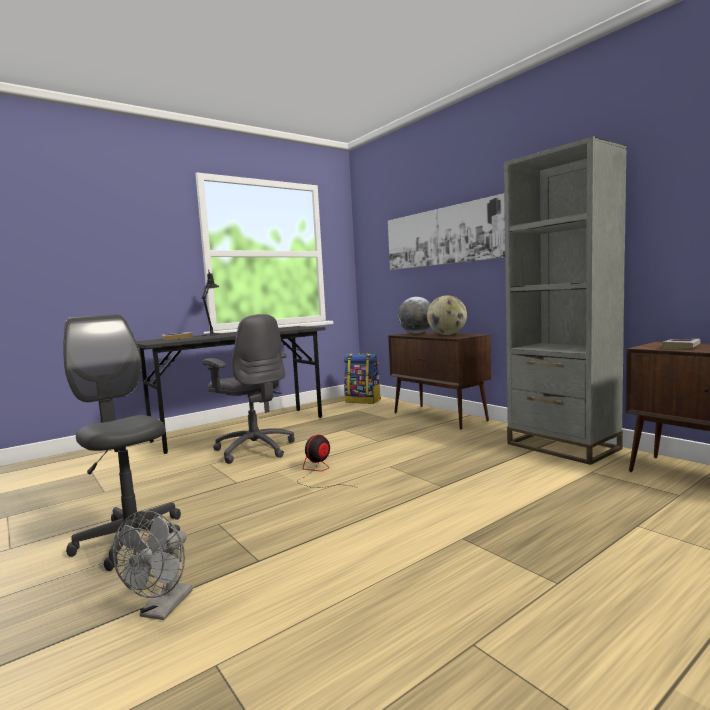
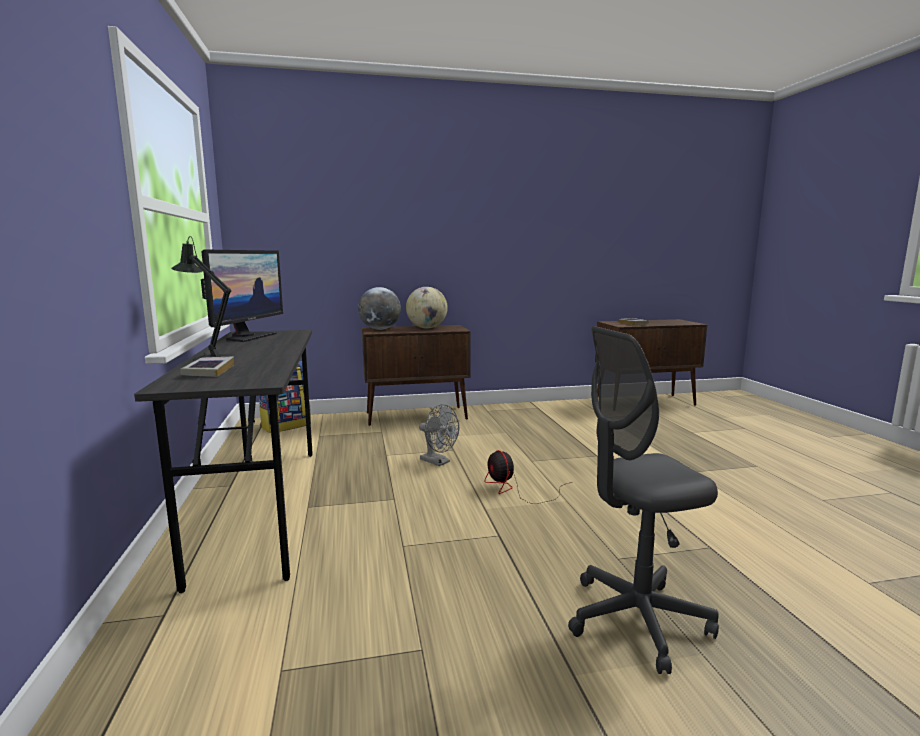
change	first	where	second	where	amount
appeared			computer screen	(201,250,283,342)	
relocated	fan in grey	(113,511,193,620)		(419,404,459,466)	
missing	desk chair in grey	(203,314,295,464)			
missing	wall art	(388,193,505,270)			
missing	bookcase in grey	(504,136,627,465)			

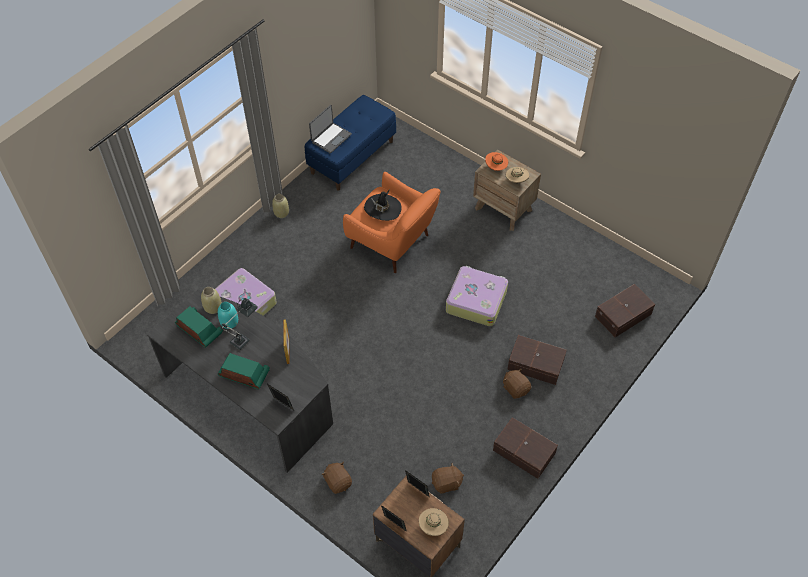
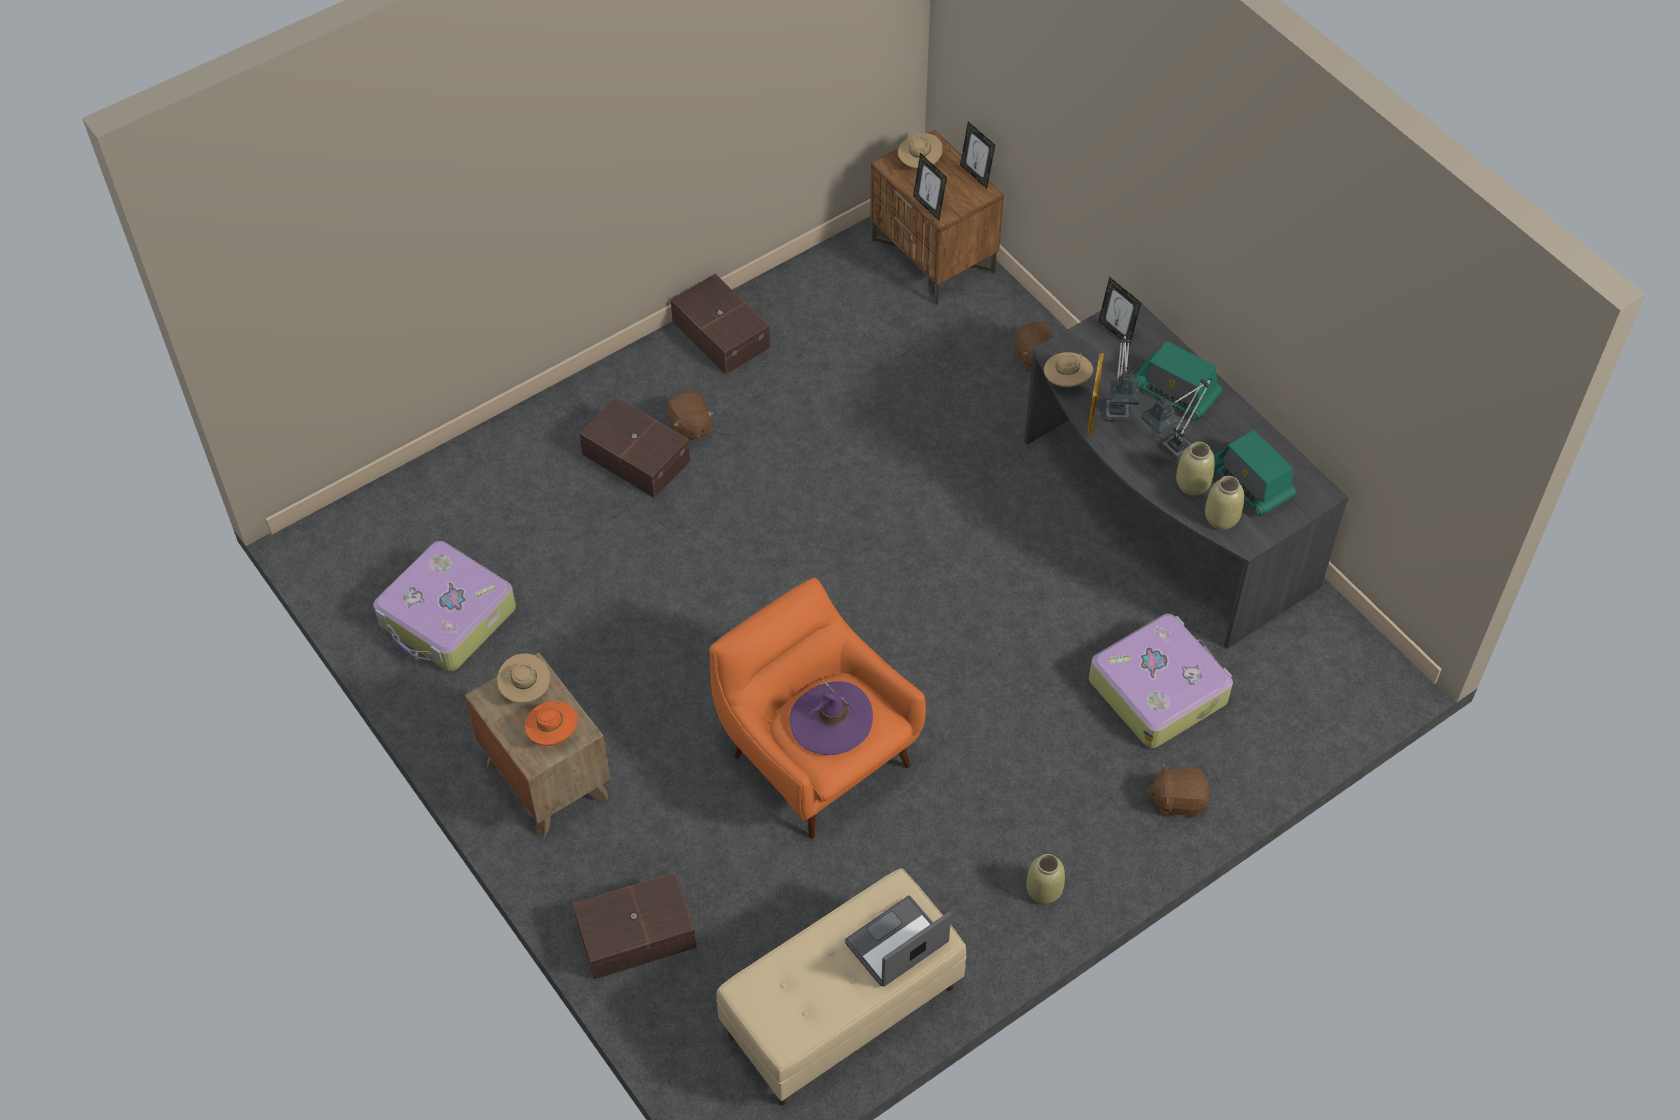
change	first	where	second	where	amount
relocated	piece of luggage	(446,266,508,326)		(373,541,516,671)	
relocated	storage bin in brown-coloured	(595,284,655,337)		(572,872,697,979)	
colour	bench in bluish	(305,95,396,191)	bench in beige-coloured	(716,868,967,1106)	
colour	hat in black	(364,189,402,221)	hat in purple	(790,680,873,755)	
appeared			hat in beige-coloured	(1044,352,1093,387)	
appeared			table lamp	(1104,334,1140,422)	
relocated	soft toy in brown-coloured	(432,462,464,494)		(1147,763,1210,817)	
colour	flower vase in turquoise-coloured	(218,302,238,329)	flower vase in beige-coloured	(1176,442,1215,496)	

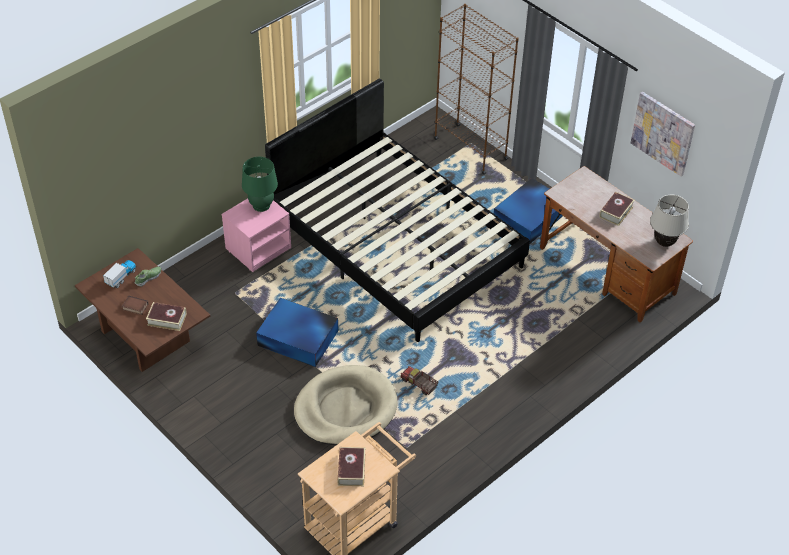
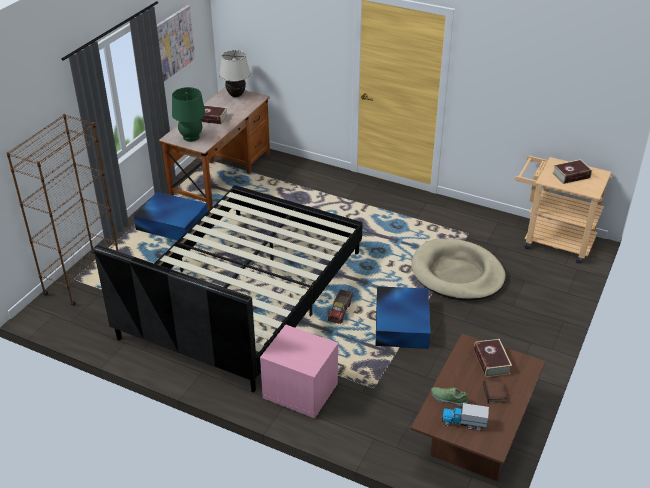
change	first	where	second	where	amount
relocated	table lamp in green-coloured	(242,157,278,212)		(172,87,205,142)	
relocated	model truck	(400,366,438,395)		(328,289,352,324)	

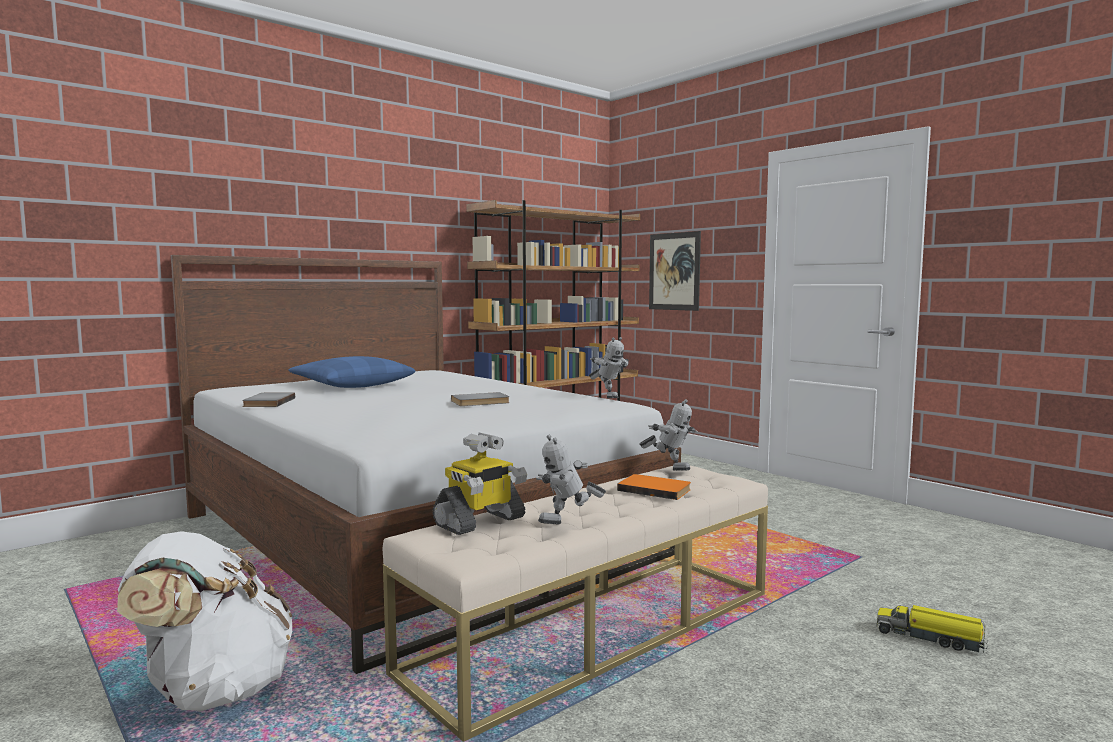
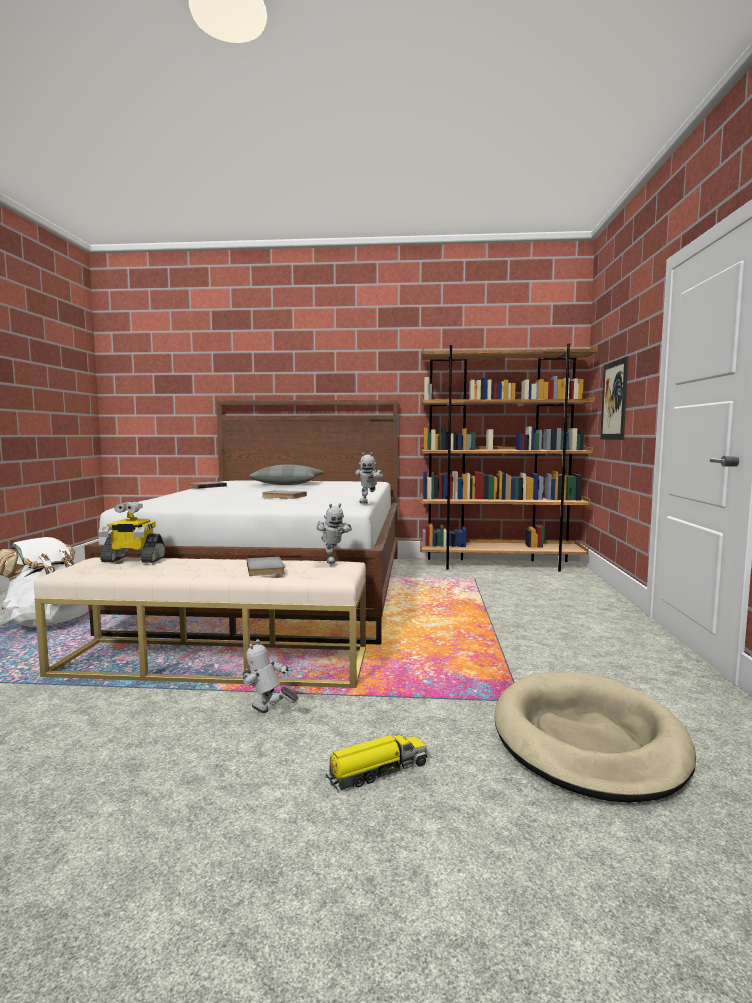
change	first	where	second	where	amount
relocated	toy robot	(536,435,606,524)		(242,639,298,713)	
colour	book in orange	(617,474,691,500)	book in grey	(247,557,285,576)	
colour	throw pillow in bluish	(288,356,416,388)	throw pillow in grey	(249,465,324,485)	
spun	model truck	(877,605,986,652)		(326,733,427,790)	75 degrees clockwise
appeared			dog bed in beige-coloured	(494,672,696,803)	

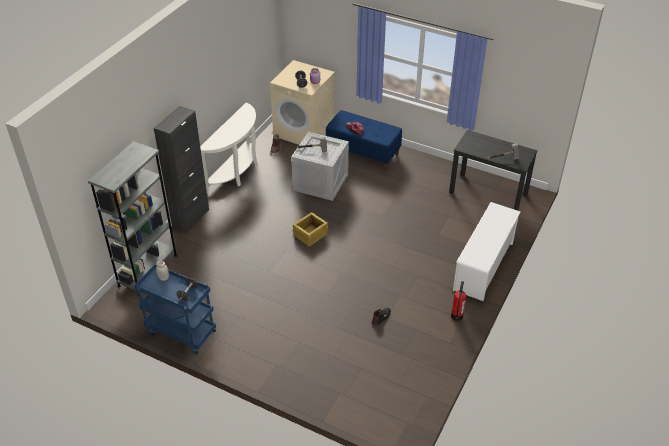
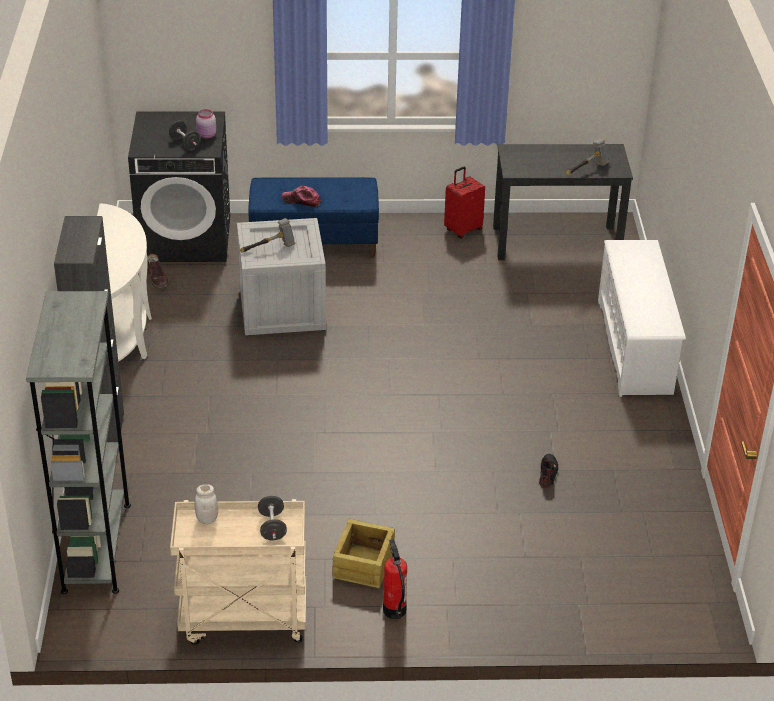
change	first	where	second	where	amount
colour	laundry machine in beige-coloured	(270,60,335,145)	laundry machine in black	(128,112,230,262)	
colour	cart in bluish	(134,264,216,355)	cart in beige-coloured	(170,499,306,645)	
relocated	packing crate	(293,212,328,247)		(332,518,395,588)	
relocated	fire extinguisher	(451,281,466,321)		(383,539,407,619)	
appeared			piece of luggage in reddish	(444,167,485,239)	

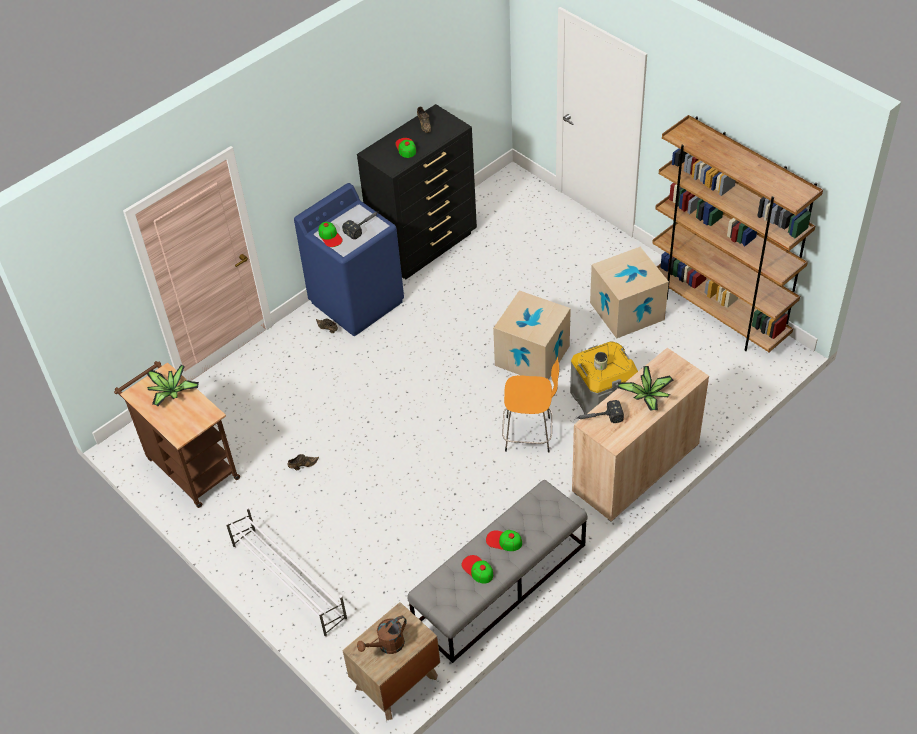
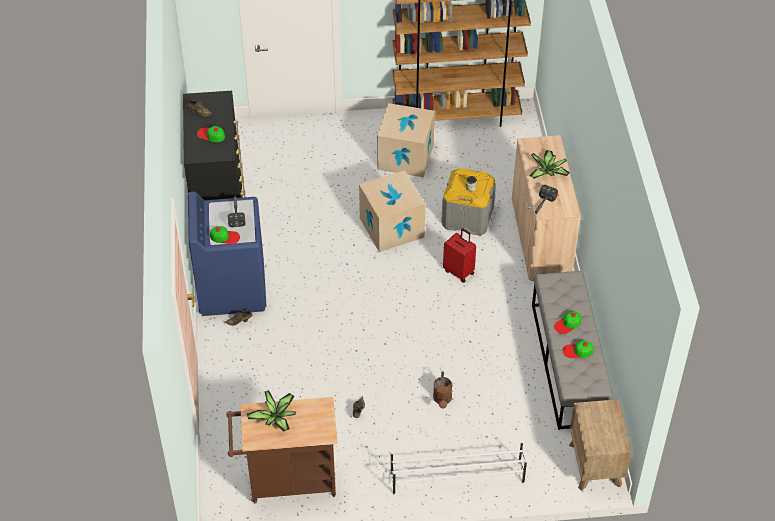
change	first	where	second	where	amount
relocated	watering pot in brown-coloured	(357,616,407,654)		(433,372,452,408)	
exchanged	stool seat in orange	(502,357,559,452)	piece of luggage in reddish	(443,228,476,283)	

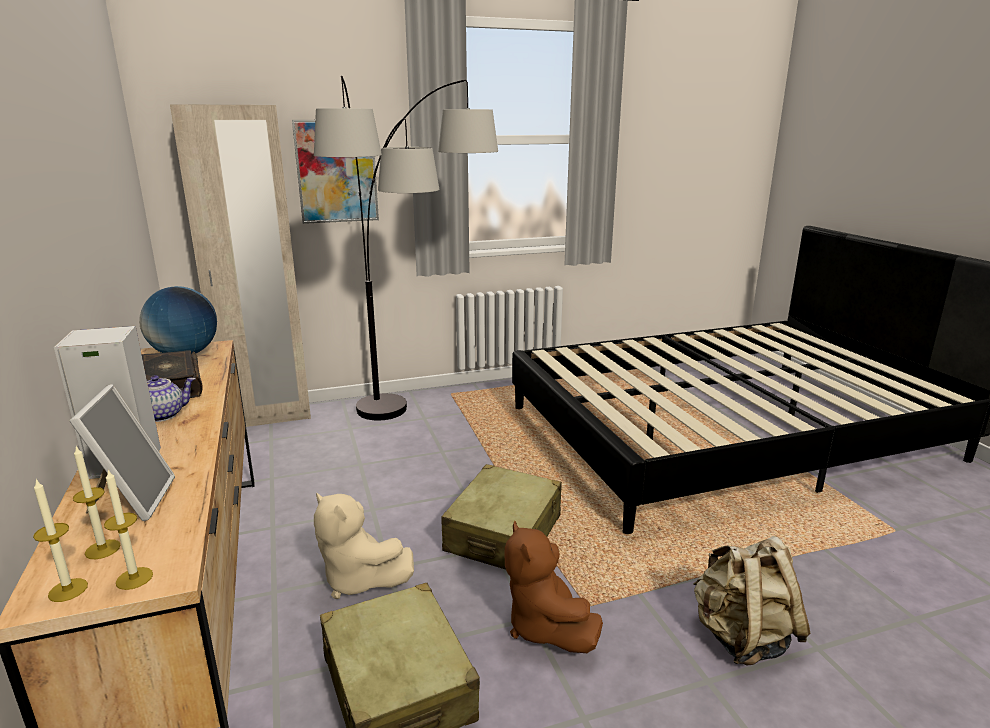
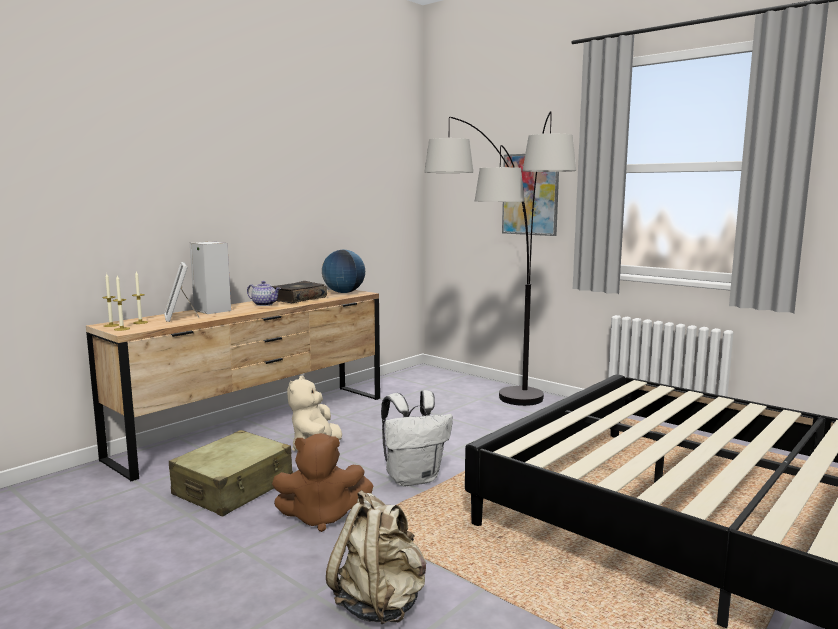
change	first	where	second	where	amount
spun	standing frame	(70,384,175,521)		(164,262,199,322)	105 degrees clockwise
spun	soft toy in brown-coloured	(504,521,603,653)		(272,433,373,532)	135 degrees counterclockwise
exchanged	piece of luggage in beige-coloured	(441,464,562,570)	rucksack in white	(381,390,453,487)	
missing	armoire in beige-coloured	(170,104,311,427)			

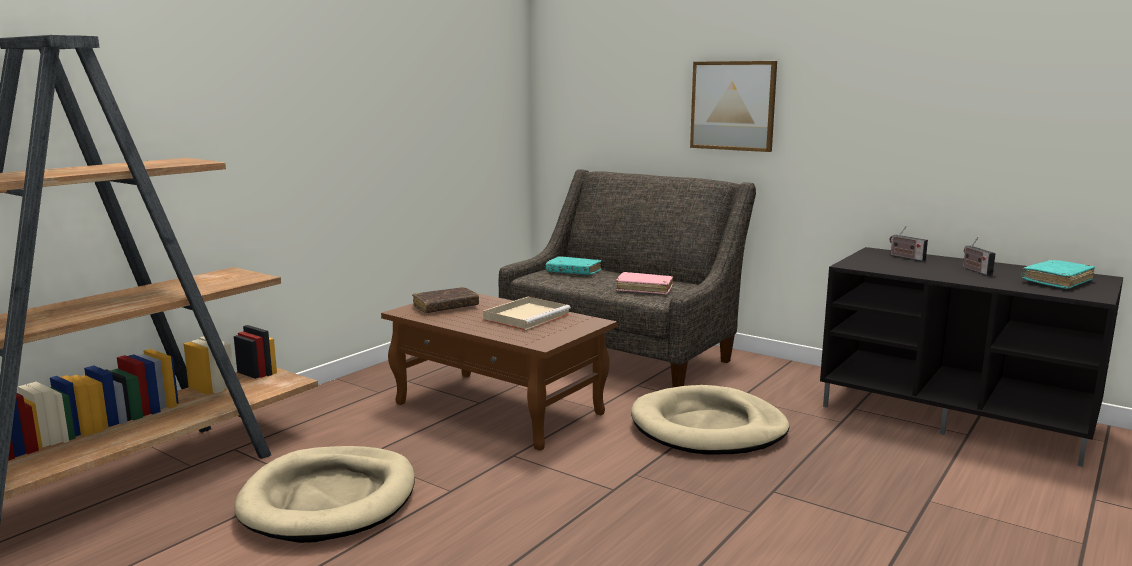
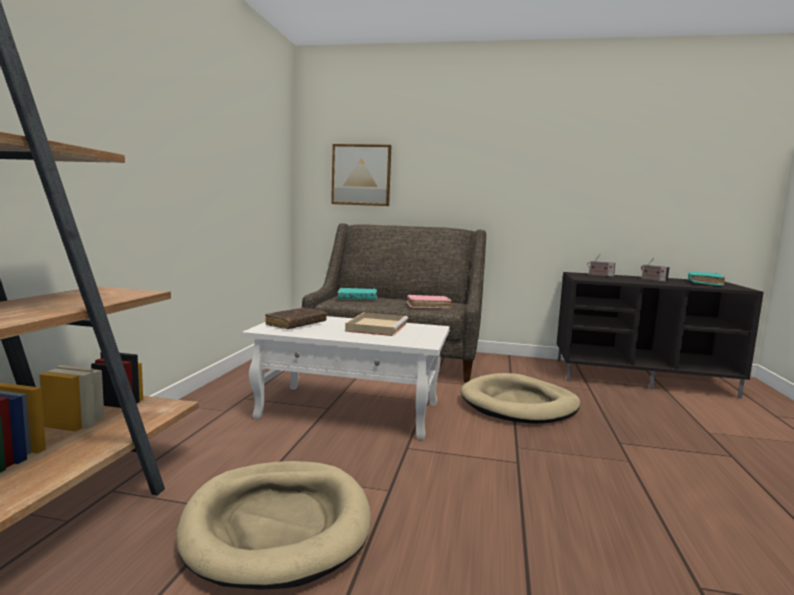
change	first	where	second	where	amount
colour	low table in brown-coloured	(381,293,617,451)	low table in white	(242,316,450,440)	
relocated	wall art	(690,61,777,152)		(331,144,392,206)	

